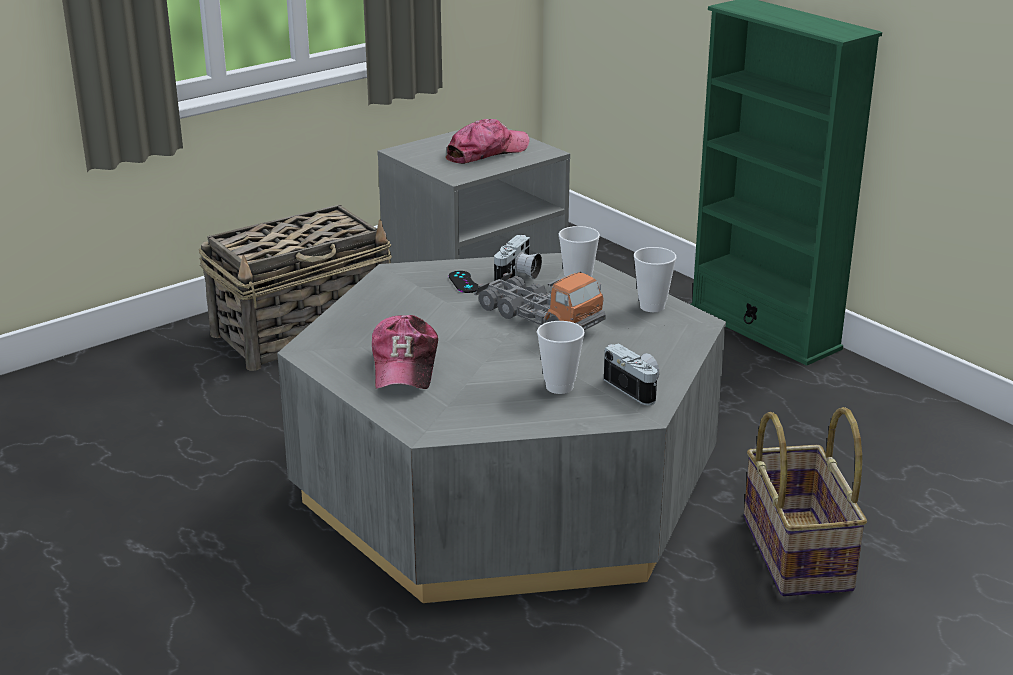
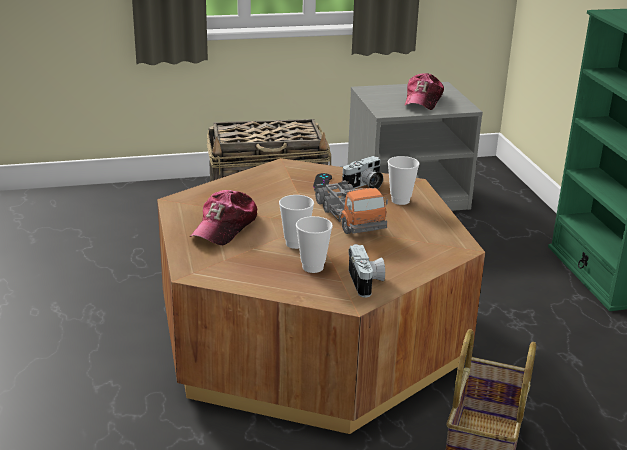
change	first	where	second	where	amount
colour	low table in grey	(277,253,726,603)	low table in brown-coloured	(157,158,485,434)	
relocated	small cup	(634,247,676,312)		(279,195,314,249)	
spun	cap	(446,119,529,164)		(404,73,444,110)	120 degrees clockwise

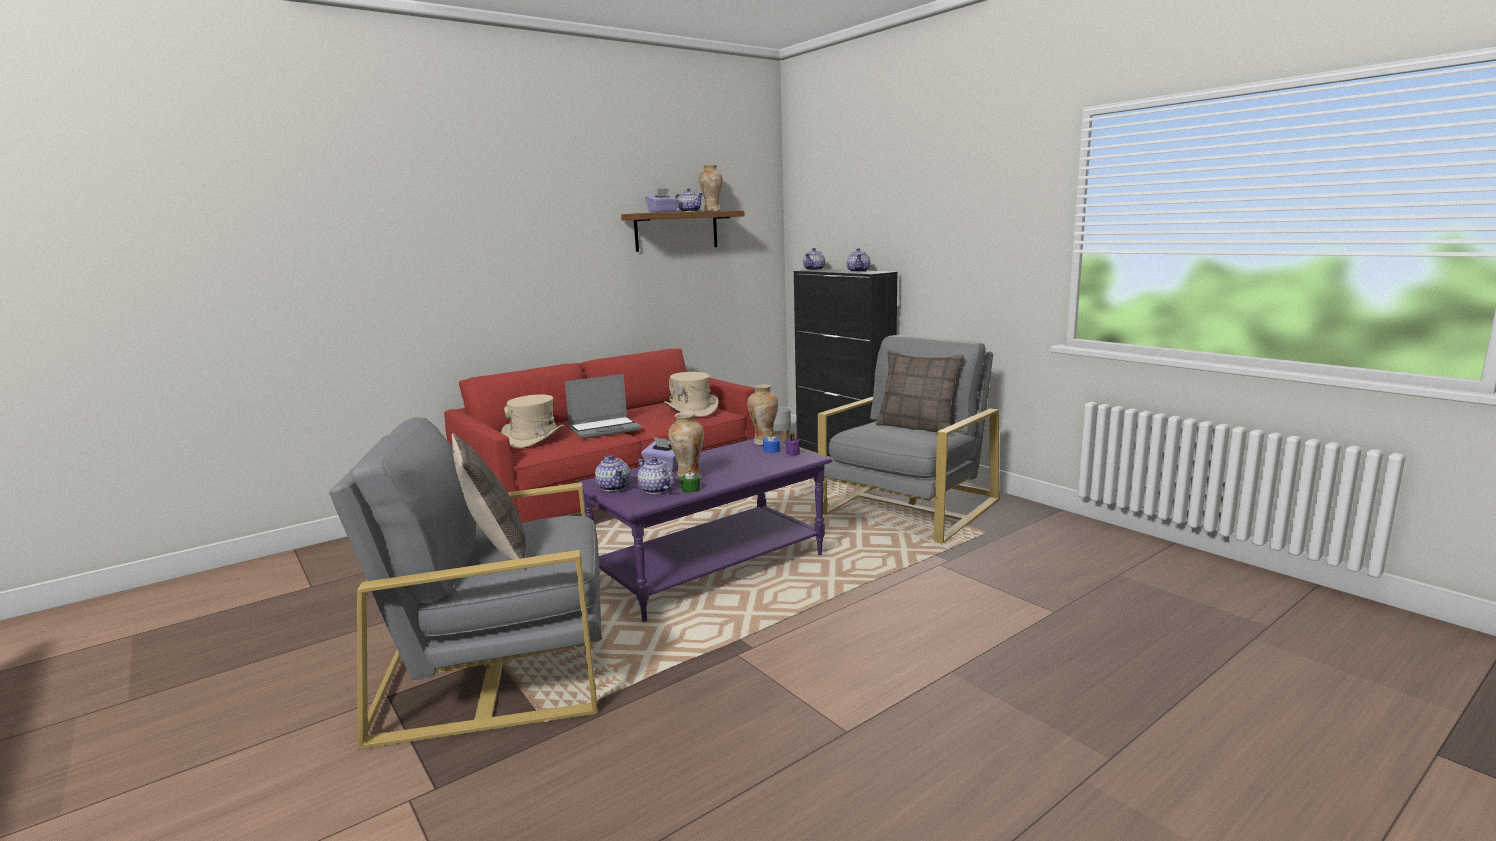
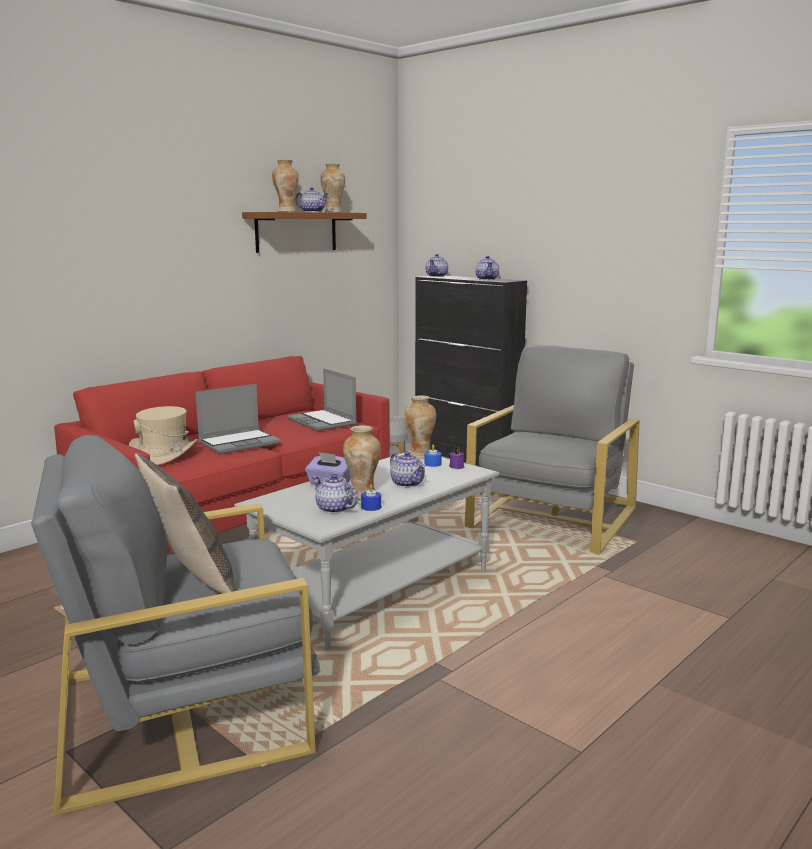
change	first	where	second	where	amount
colour	low table in purple	(571,439,833,622)	low table in grey	(234,451,500,650)	
exchanged	tissue box in purple	(645,188,679,213)	flower vase	(272,160,299,212)	
exchanged	hat in beige-coloured	(664,372,718,417)	portable computer	(288,368,357,431)	
colour	candle in green-coloured	(681,467,700,493)	candle in bluish	(361,484,381,511)	
relocated	teapot	(595,455,631,491)		(390,452,425,487)	
missing	throw pillow	(876,350,964,434)			

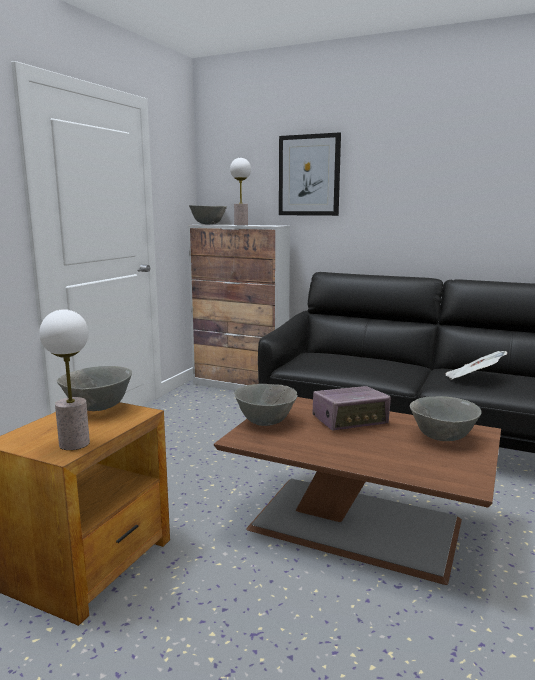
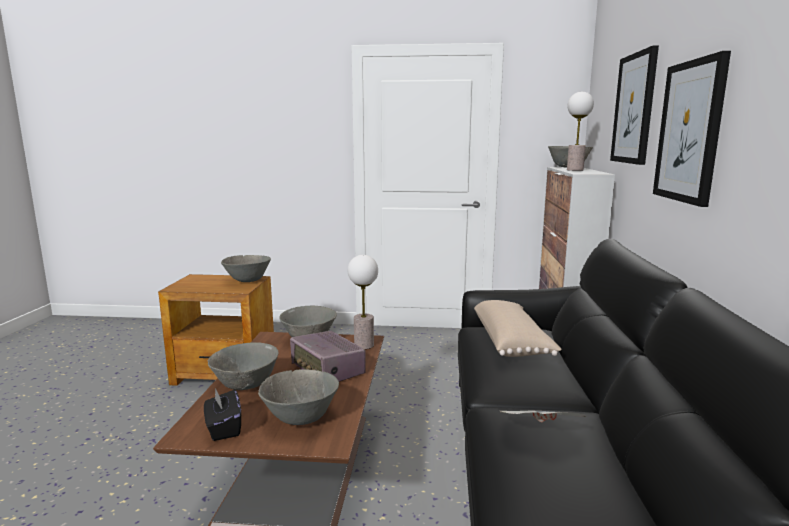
change	first	where	second	where	amount
appeared			tissue box in black	(204,388,241,441)	
appeared			deep dish in grey	(208,342,279,390)	
relocated	table lamp	(39,309,90,450)		(348,255,378,349)	
appeared			throw pillow in beige-coloured	(474,300,562,357)	
appeared			wall art	(653,51,731,207)	

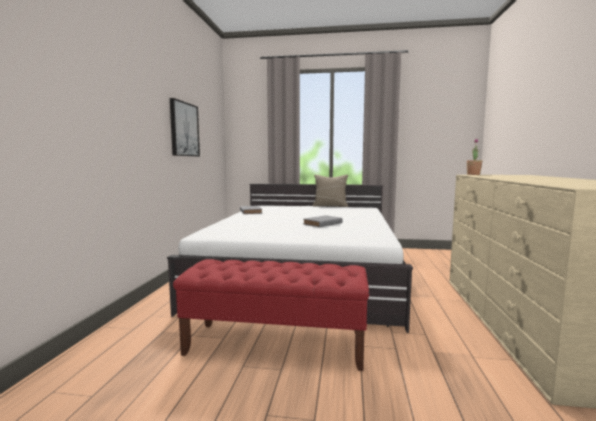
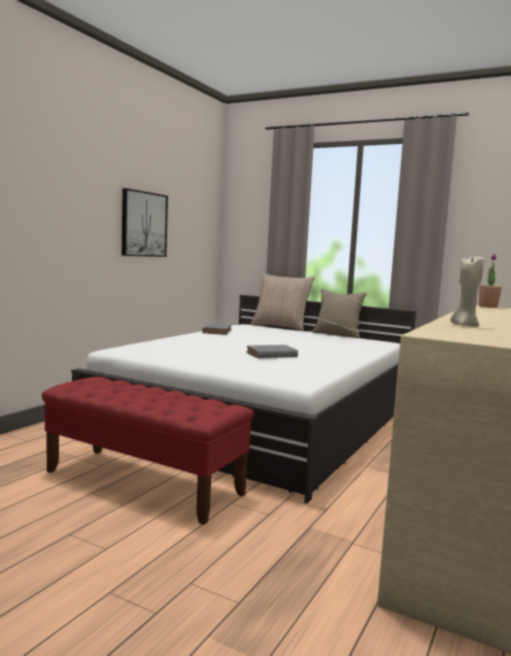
change	first	where	second	where	amount
appeared			throw pillow	(251,273,315,331)	
appeared			candle in beige-coloured	(450,256,484,327)	

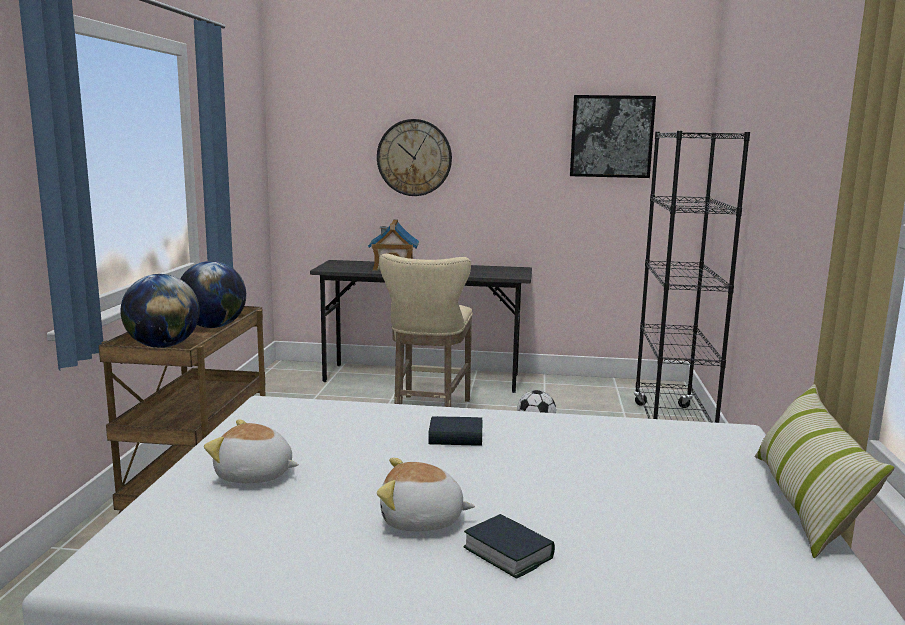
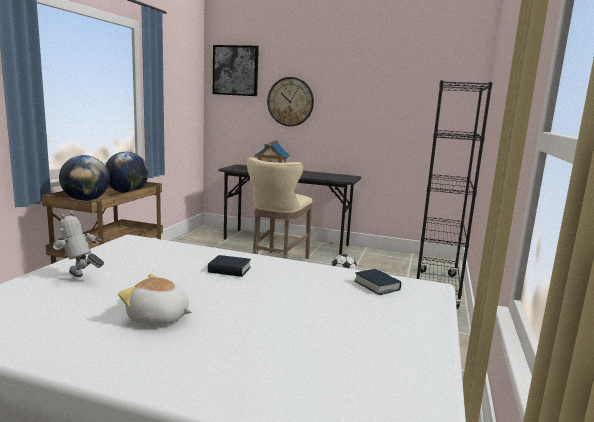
change	first	where	second	where	amount
exchanged	soft toy	(204,419,299,483)	toy robot	(53,212,104,277)	
relocated	wall art	(570,95,656,178)		(213,45,259,96)	
relocated	book	(463,514,555,579)		(355,269,401,295)	
missing	throw pillow	(755,384,895,558)			

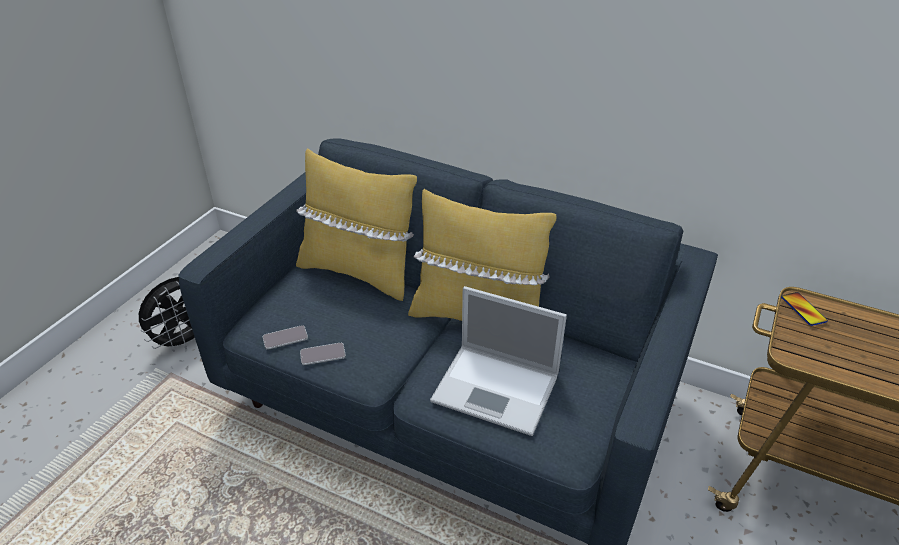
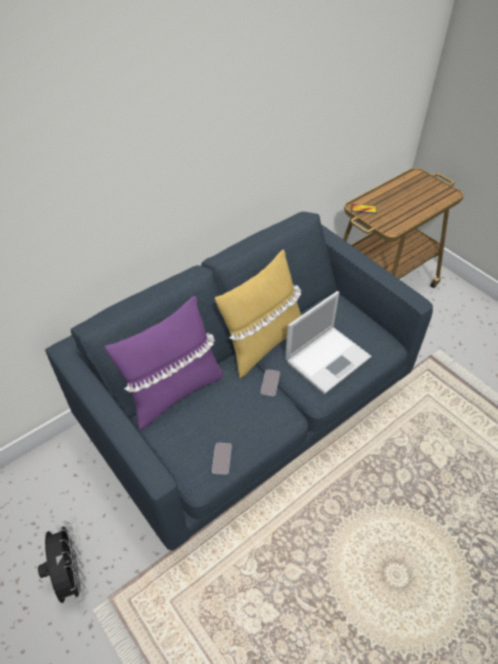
change	first	where	second	where	amount
colour	throw pillow in yellowish	(296,148,417,301)	throw pillow in purple	(105,296,223,430)	
relocated	handset	(300,343,346,365)		(261,369,280,396)	

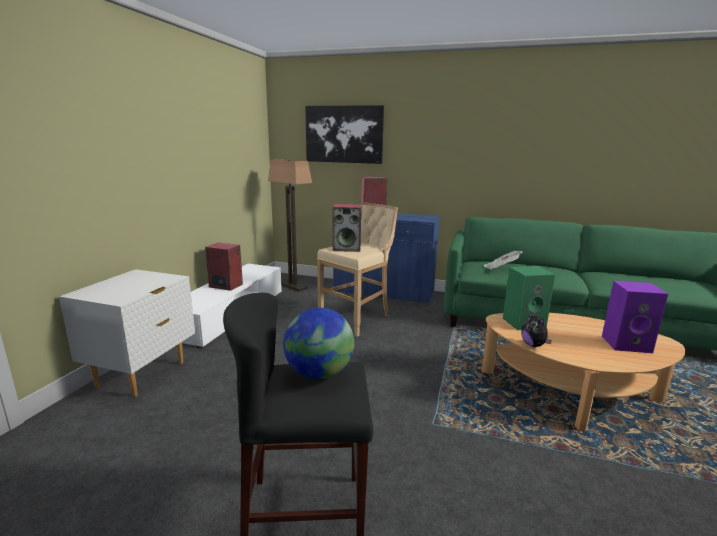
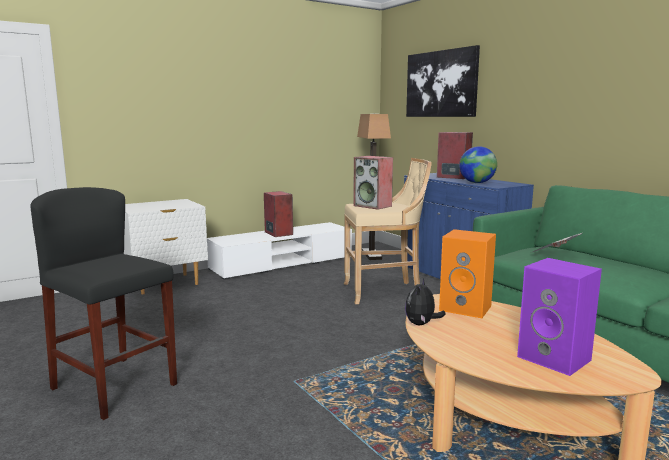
change	first	where	second	where	amount
colour	speaker in green-coloured	(503,266,555,330)	speaker in orange	(439,229,496,318)	
relocated	globe	(283,308,354,379)		(459,146,497,183)	

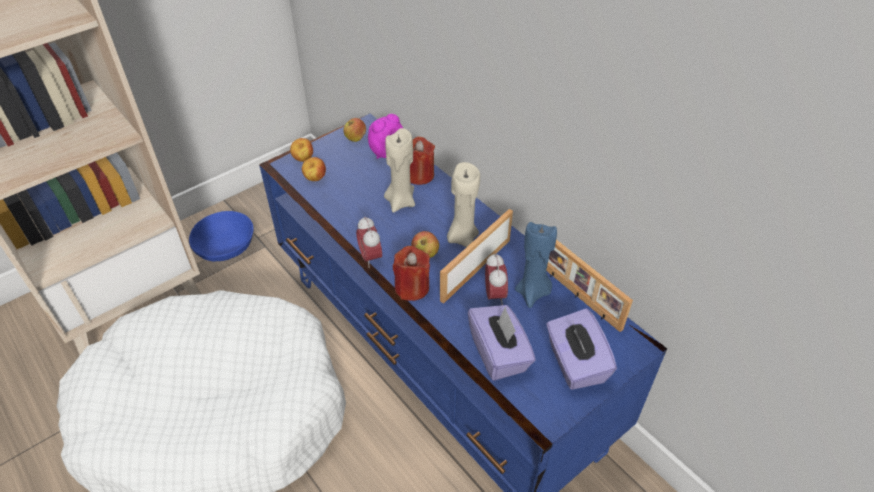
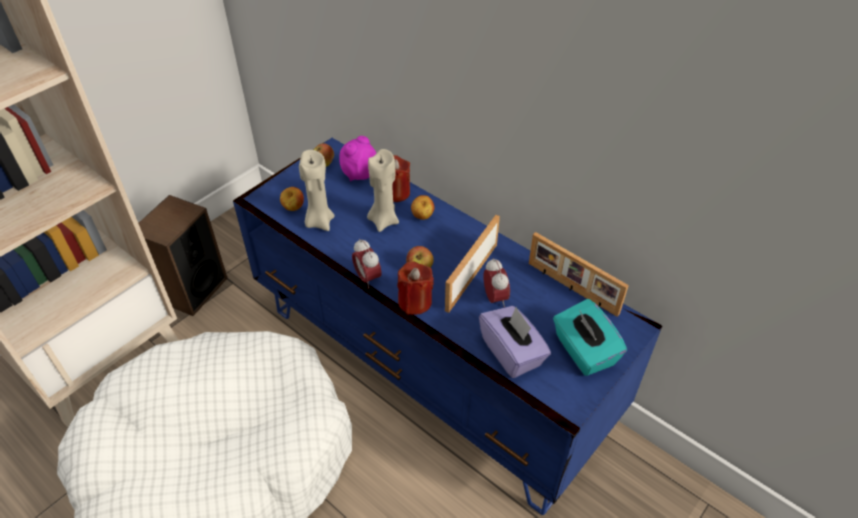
change	first	where	second	where	amount
exchanged	deep dish in bluish	(189,211,254,261)	speaker	(138,195,227,316)	
relocated	candle in beige-coloured	(447,162,480,247)		(299,150,334,231)	
relocated	apple	(290,138,313,162)		(411,195,435,220)	
colour	tissue box in purple	(546,308,617,390)	tissue box in turquoise-coloured	(553,299,627,376)	
missing	candle in bluish	(515,222,557,308)			

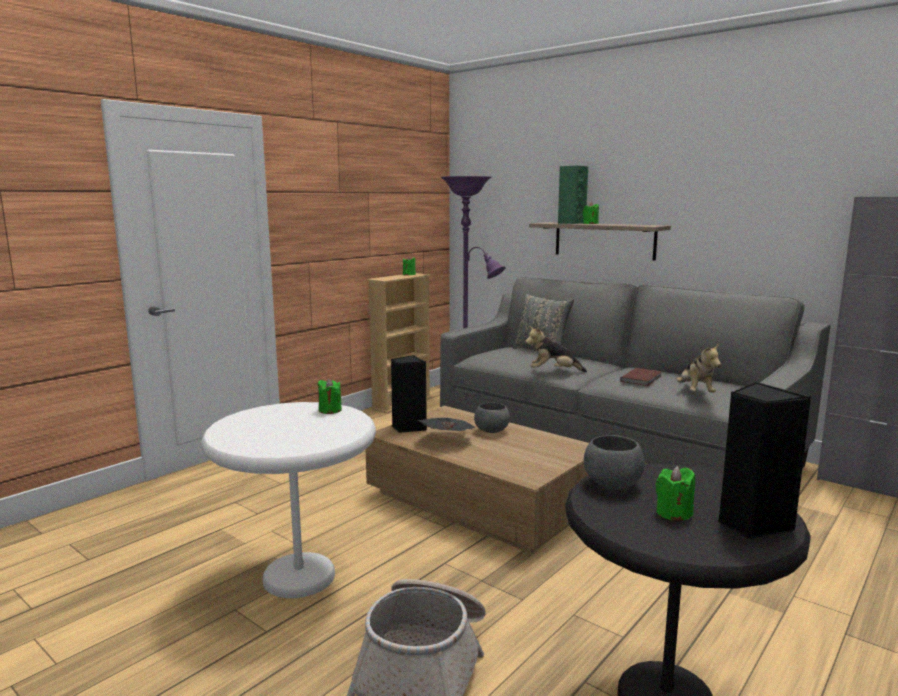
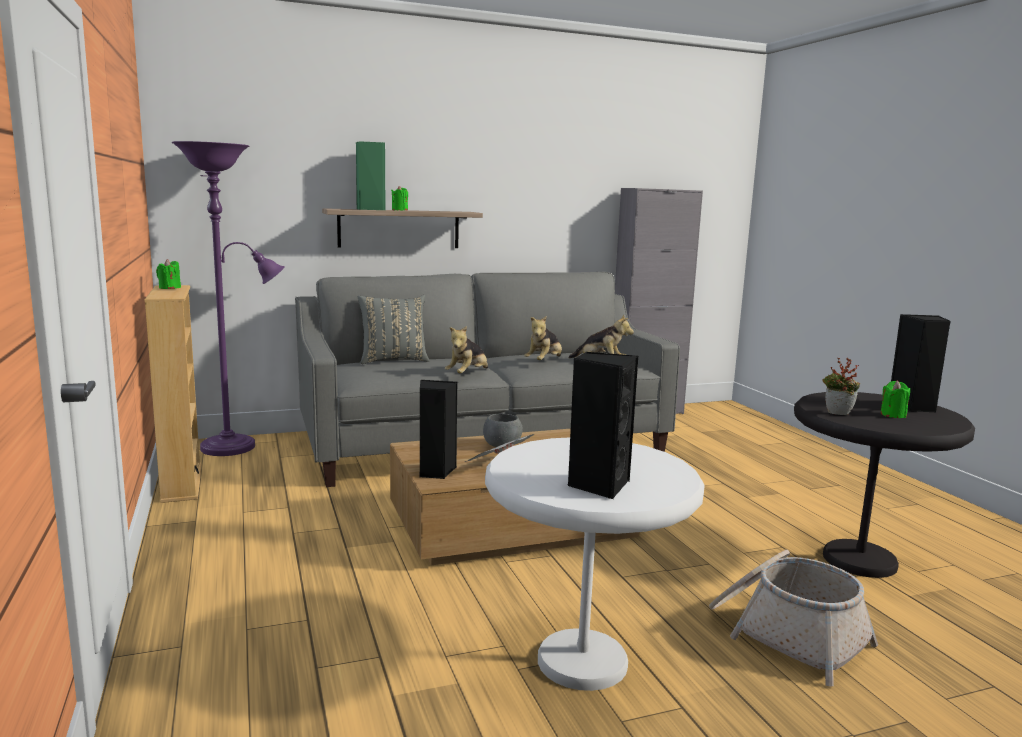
change	first	where	second	where	amount
exchanged	book in brown-coloured	(620,368,662,386)	soft toy	(524,316,562,360)	
appeared			speaker in black	(567,352,638,499)	
exchanged	deep dish in grey	(584,435,645,489)	potted plant	(822,357,860,415)	
missing	candle in green-coloured	(318,379,342,414)			

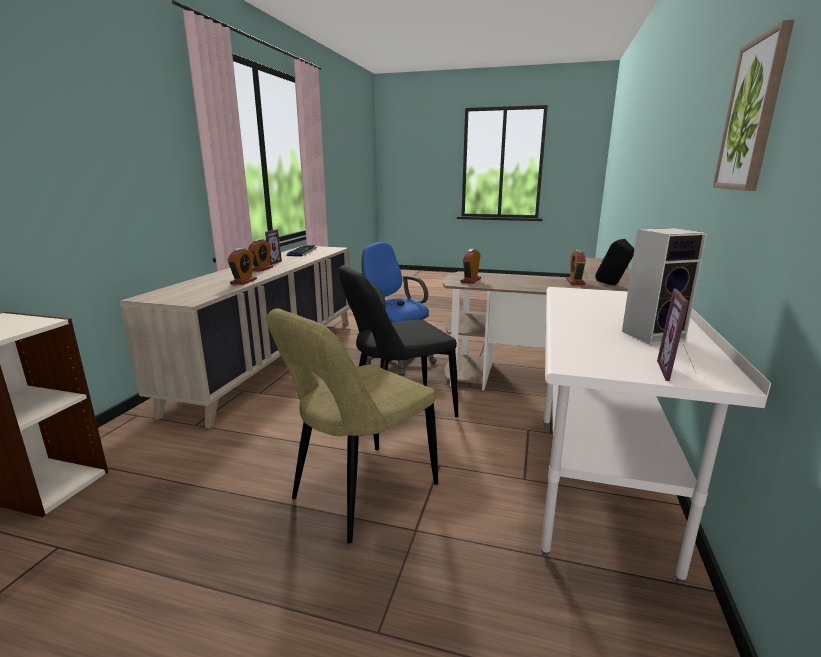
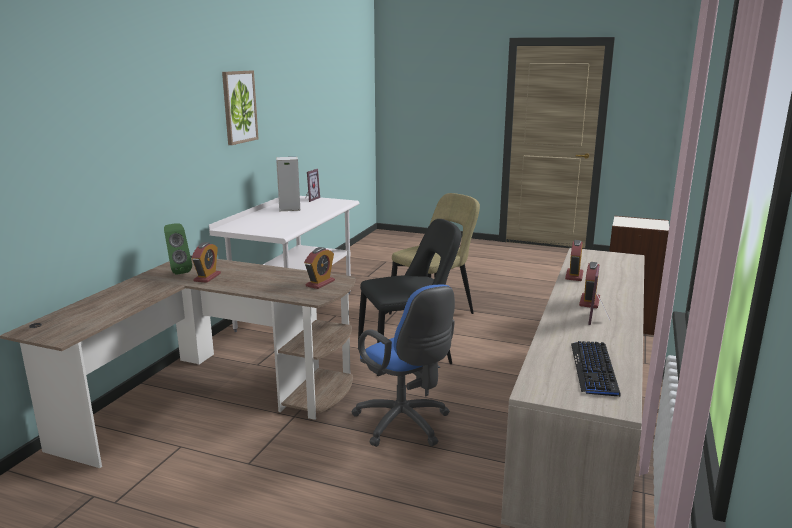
change	first	where	second	where	amount
colour	speaker in black	(595,239,634,285)	speaker in green-coloured	(164,223,192,275)	

